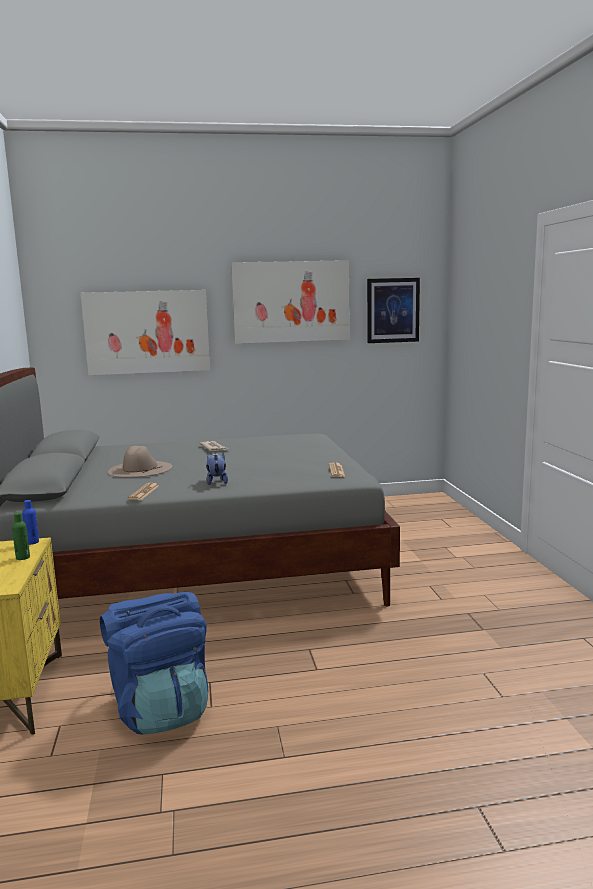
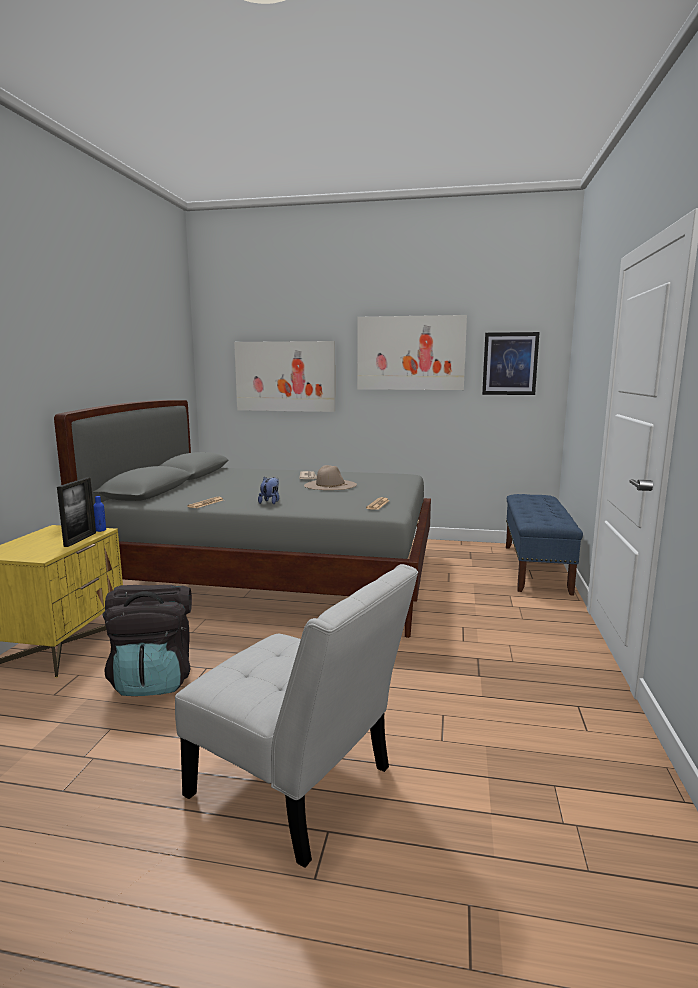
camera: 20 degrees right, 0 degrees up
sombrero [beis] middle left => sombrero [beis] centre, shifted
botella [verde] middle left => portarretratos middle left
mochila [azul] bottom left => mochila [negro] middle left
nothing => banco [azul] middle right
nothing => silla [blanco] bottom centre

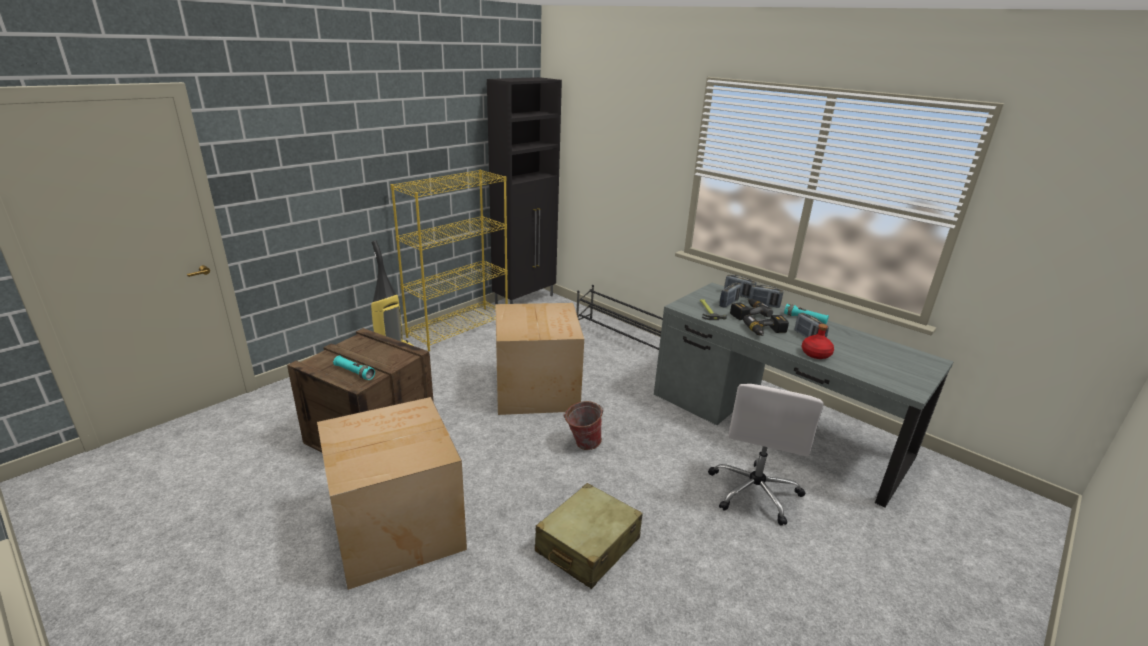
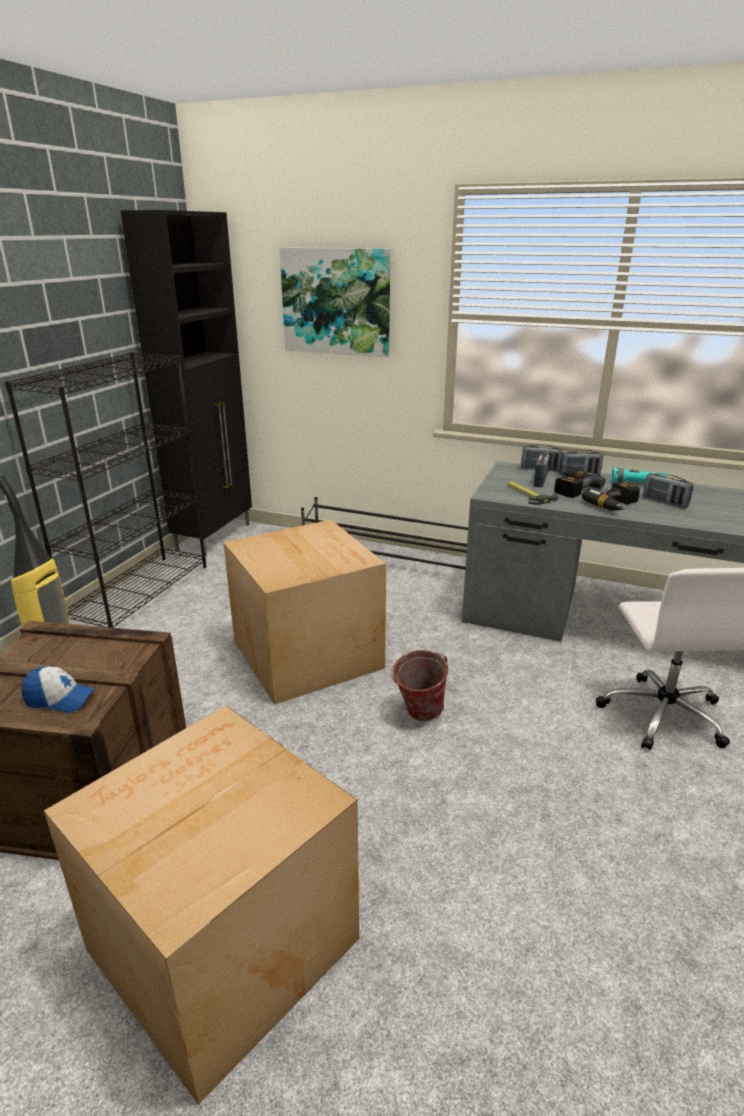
camera: 20 degrees left, 0 degrees up
estantería [amarillo] centre => estantería [negro] middle left
botella [rojo] middle right => nothing
linterna [turquesa] (no. 1 from left) middle left => gorra middle left
maleta [beis] bottom centre => nothing
nothing => cuadro top centre

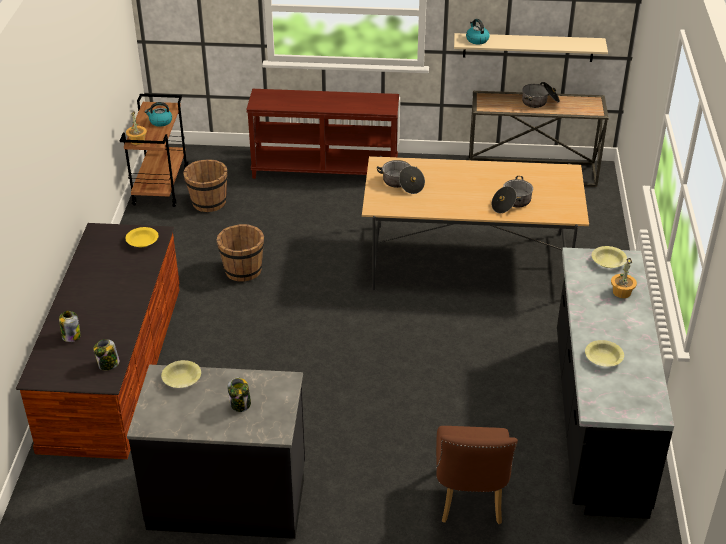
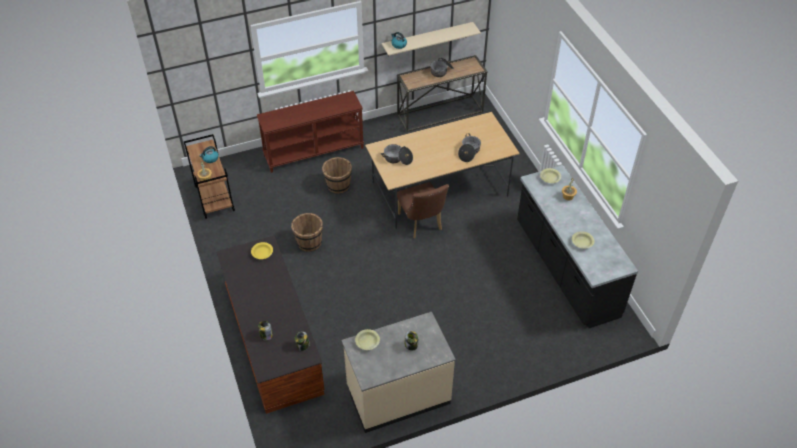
camera: 25 degrees left, 10 degrees up
cubo [marrón] (no. 1 from left in the first image) middle left => cubo [marrón] (no. 2 from left) centre, shifted
mueble bajo de cocina [negro] (no. 1 from left) bottom left => mueble bajo de cocina [beis] bottom centre
silla [marrón] bottom centre => silla [marrón] centre, shifted

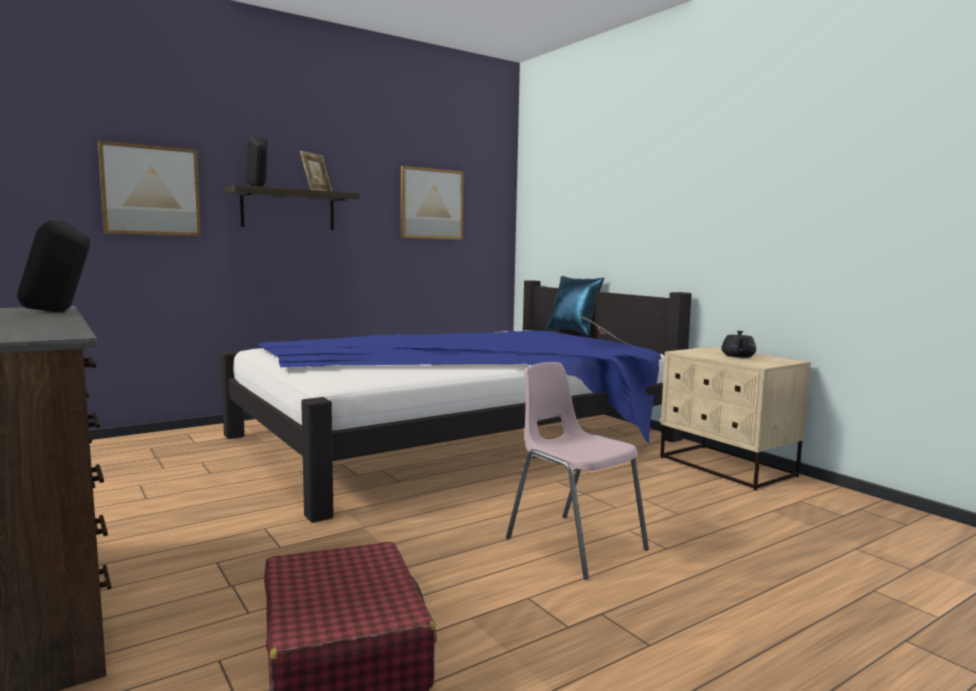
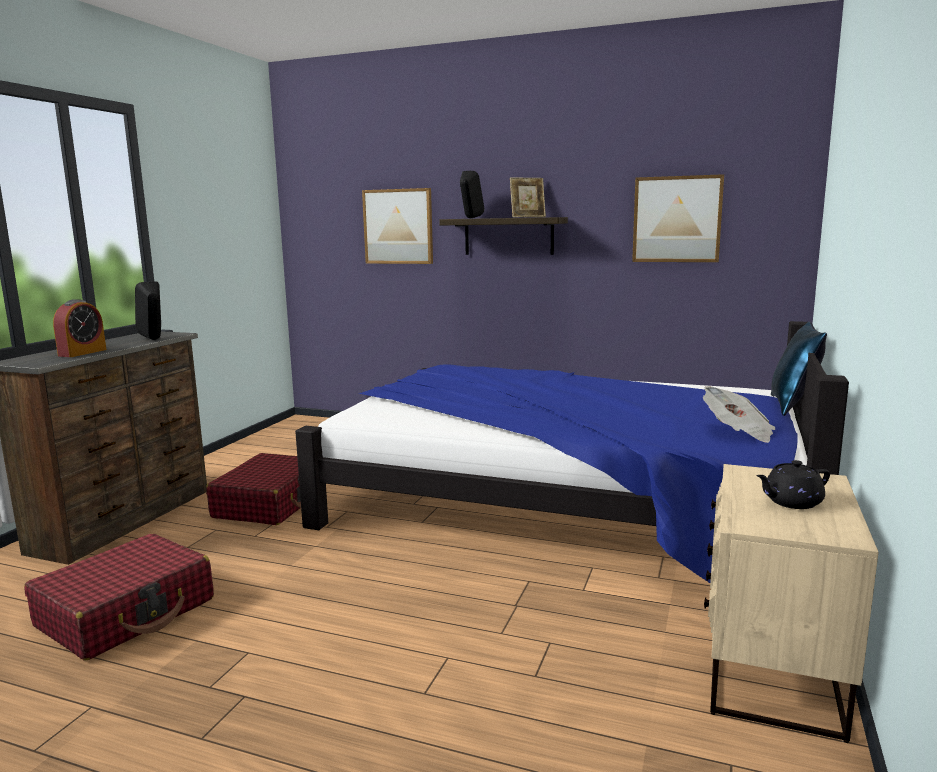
camera: 55 degrees right, 5 degrees up
silla [rosa] bottom centre => nothing
nothing => despertador middle left
nothing => maleta [rojo] (no. 2 from left) middle left

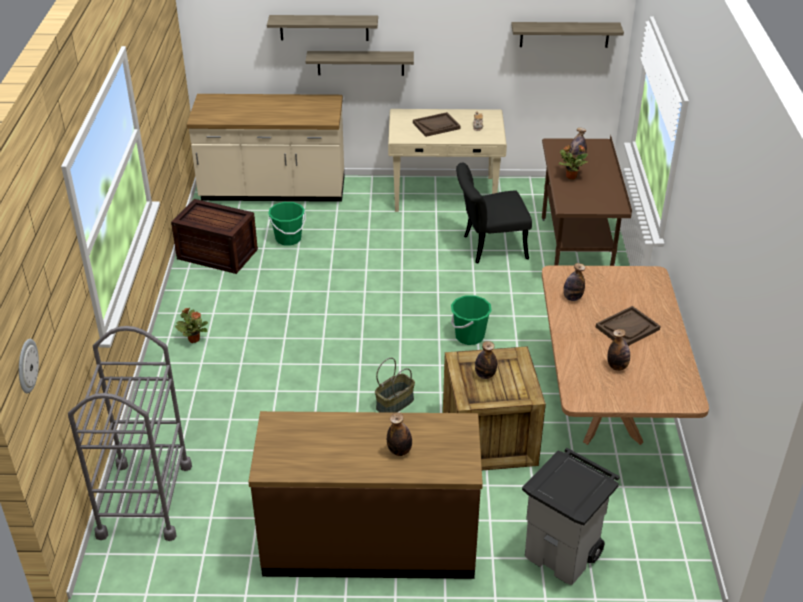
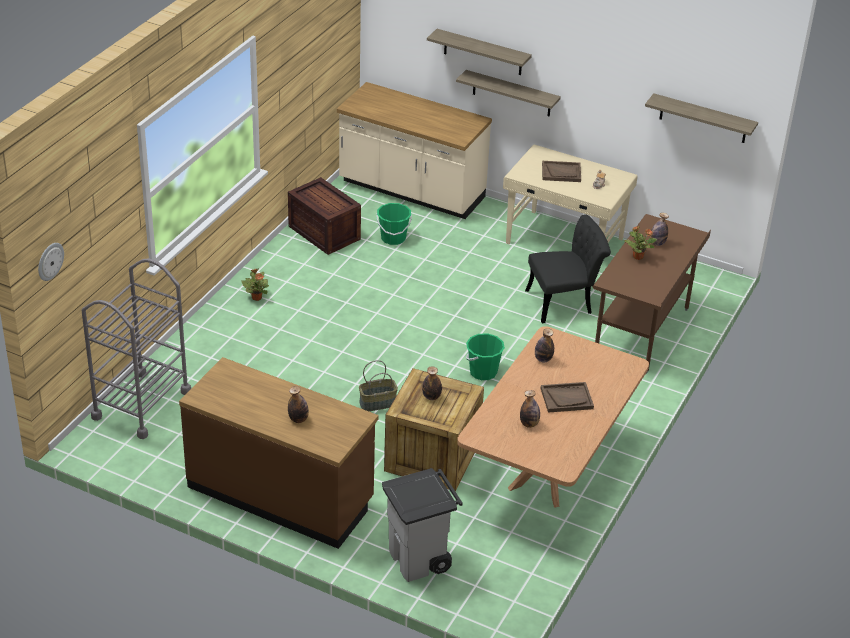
camera: 25 degrees right, 0 degrees up
silla [negro] centre => silla [negro] middle right, 150 degrees clockwise

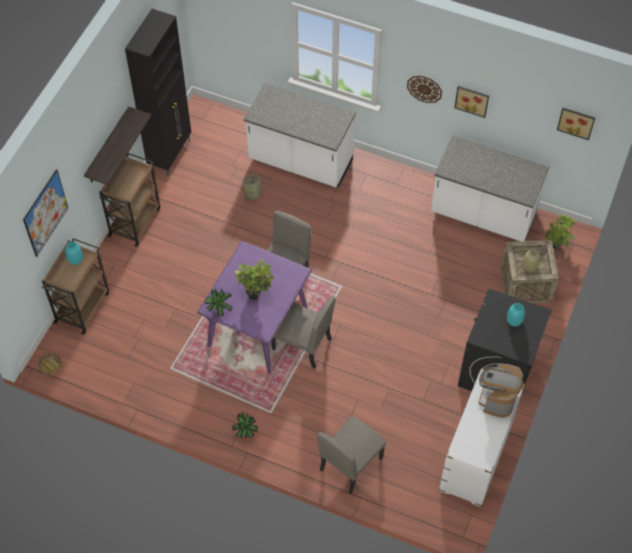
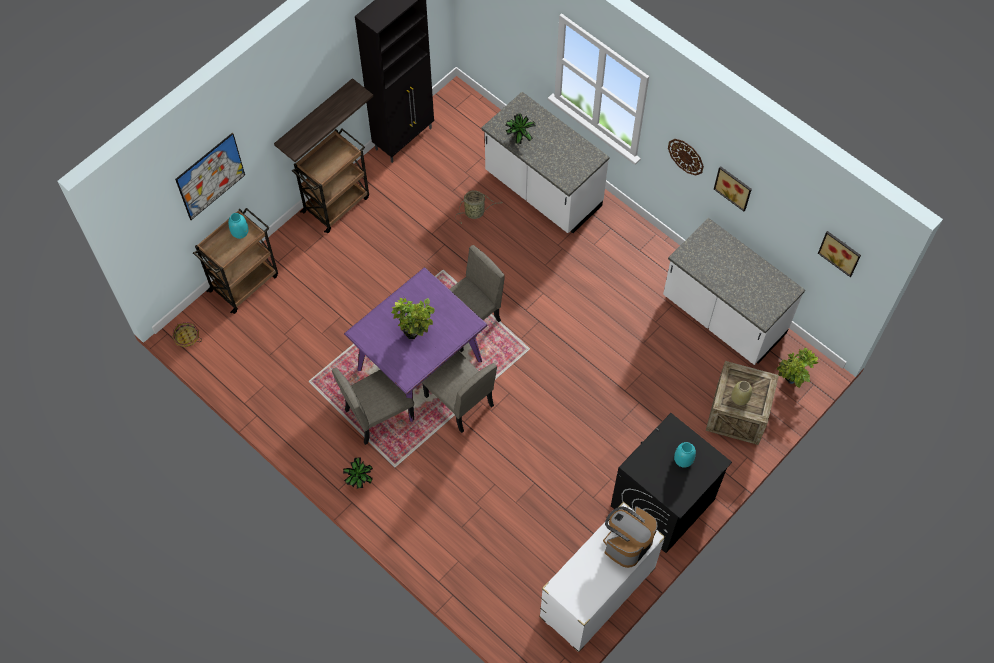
camera: 20 degrees right, 5 degrees up
planta en maceta (no. 1 from left in the first image) centre => planta en maceta (no. 3 from left) top centre, shifted
silla [beis] (no. 3 from left in the first image) bottom centre => silla [beis] (no. 1 from left) centre, shifted

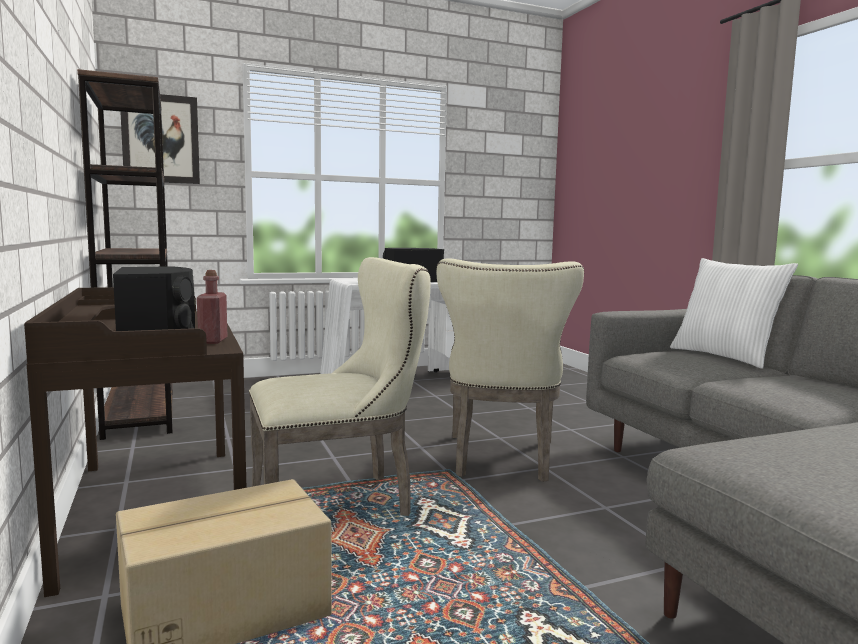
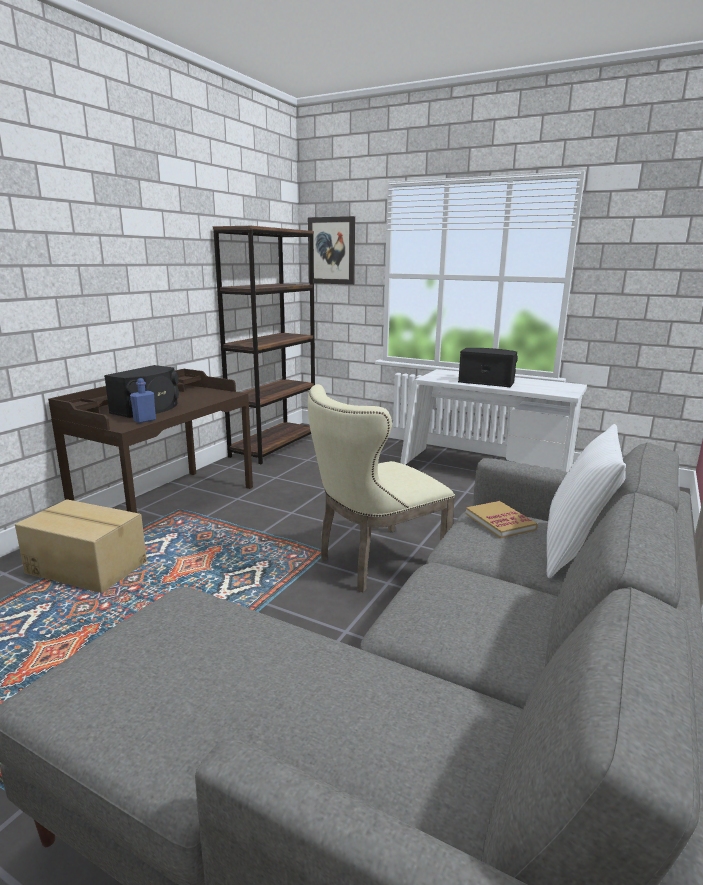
camera: 50 degrees right, 10 degrees up
silla [beis] (no. 1 from left) centre => nothing
botella [rojo] middle left => botella [azul] middle left
nothing => libro middle right

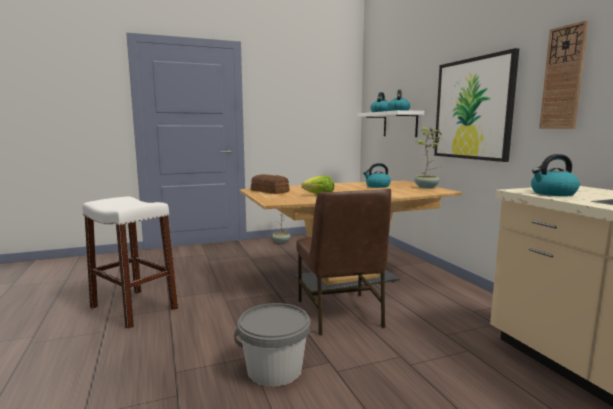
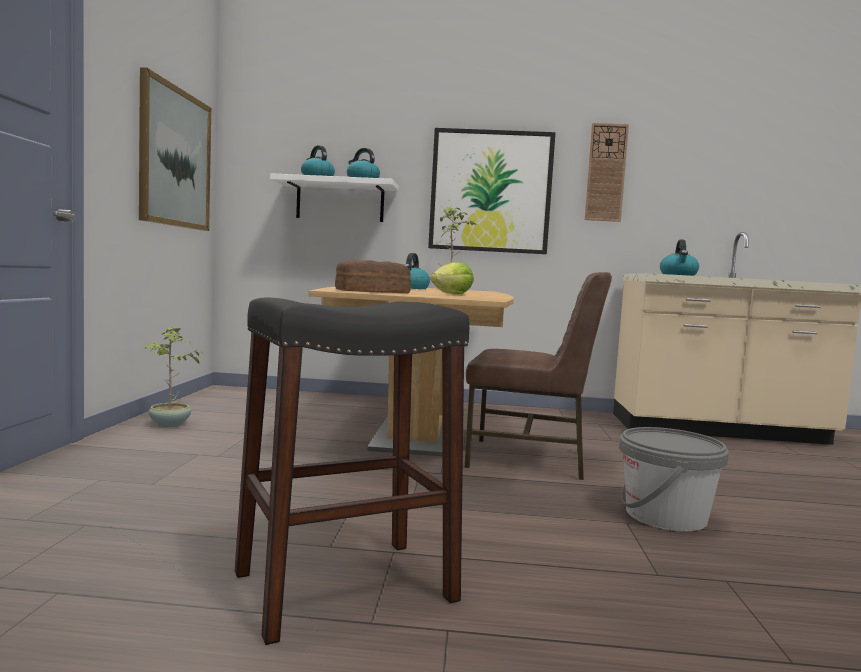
camera: 65 degrees left, 5 degrees down
taburete [blanco] middle left => taburete [negro] bottom centre
nothing => cuadro (no. 1 from left) top left

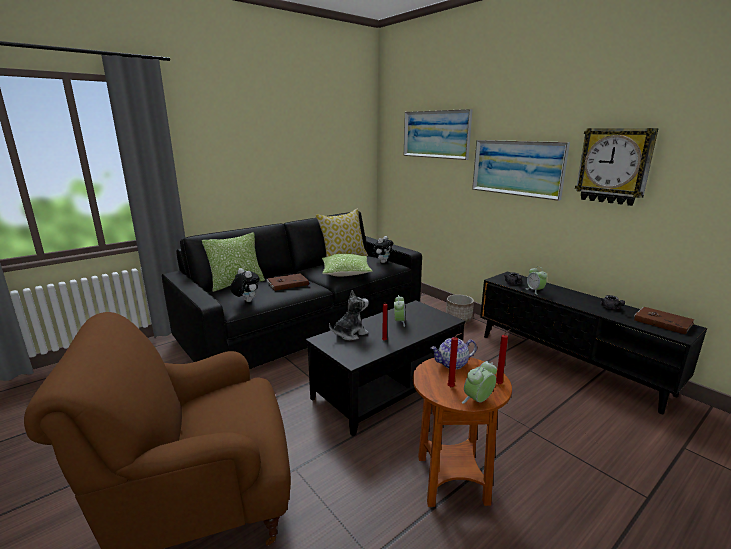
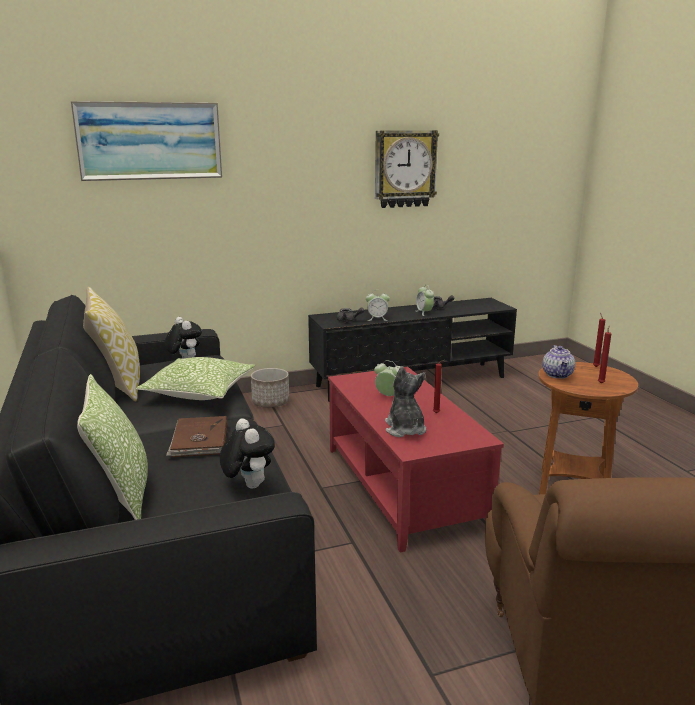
camera: 70 degrees left, 0 degrees up
cuadro (no. 2 from left) top right => nothing
peluche (no. 1 from left in the first image) centre => peluche (no. 2 from left) centre, 90 degrees clockwise
mesa de centro [negro] bottom centre => mesa de centro [rojo] centre
libro [marrón] (no. 2 from left) middle right => nothing
despertador (no. 2 from left in the first image) bottom centre => despertador (no. 3 from left) centre, shifted

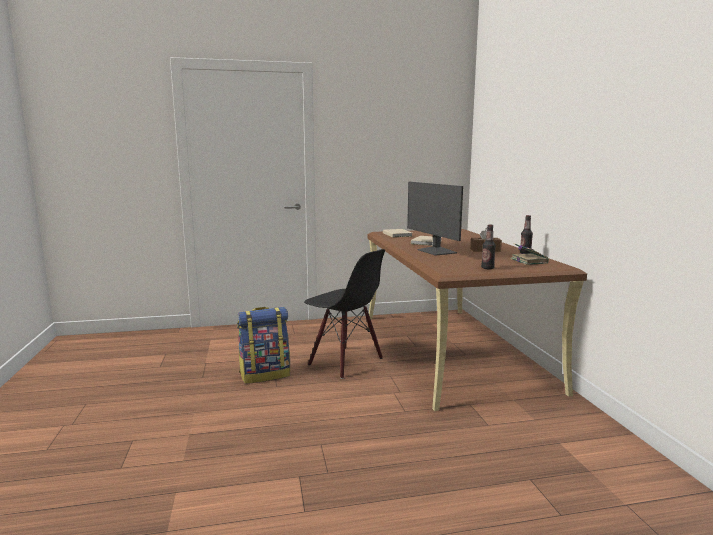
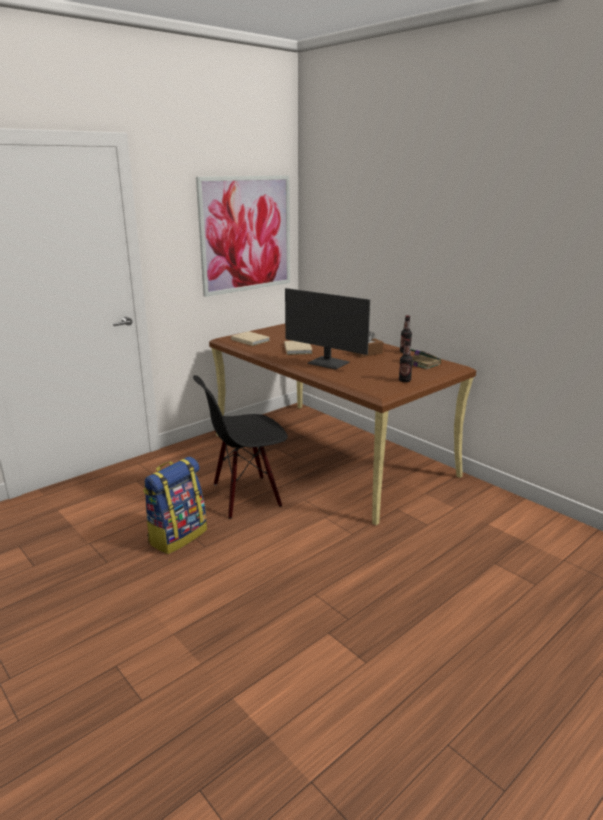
camera: 30 degrees left, 10 degrees up
silla [negro] centre, 150 degrees clockwise
nothing => cuadro top centre

